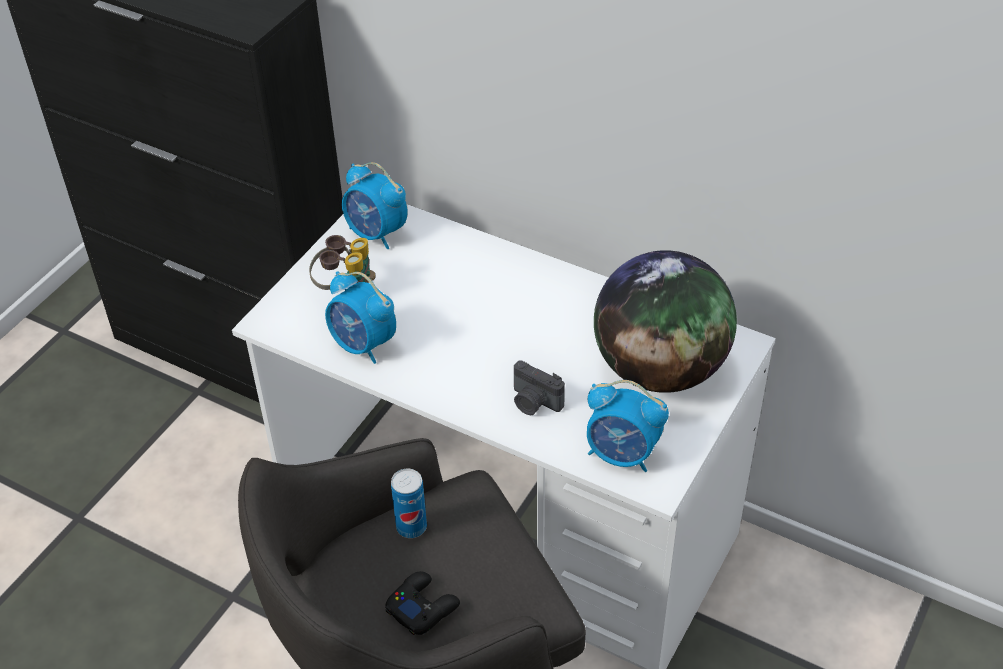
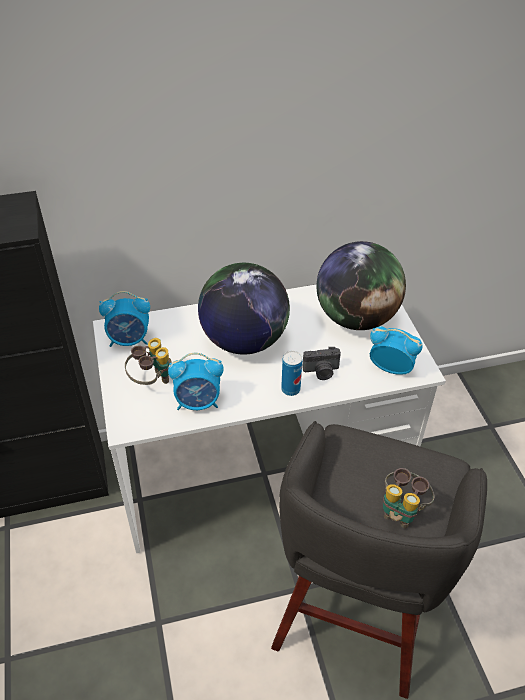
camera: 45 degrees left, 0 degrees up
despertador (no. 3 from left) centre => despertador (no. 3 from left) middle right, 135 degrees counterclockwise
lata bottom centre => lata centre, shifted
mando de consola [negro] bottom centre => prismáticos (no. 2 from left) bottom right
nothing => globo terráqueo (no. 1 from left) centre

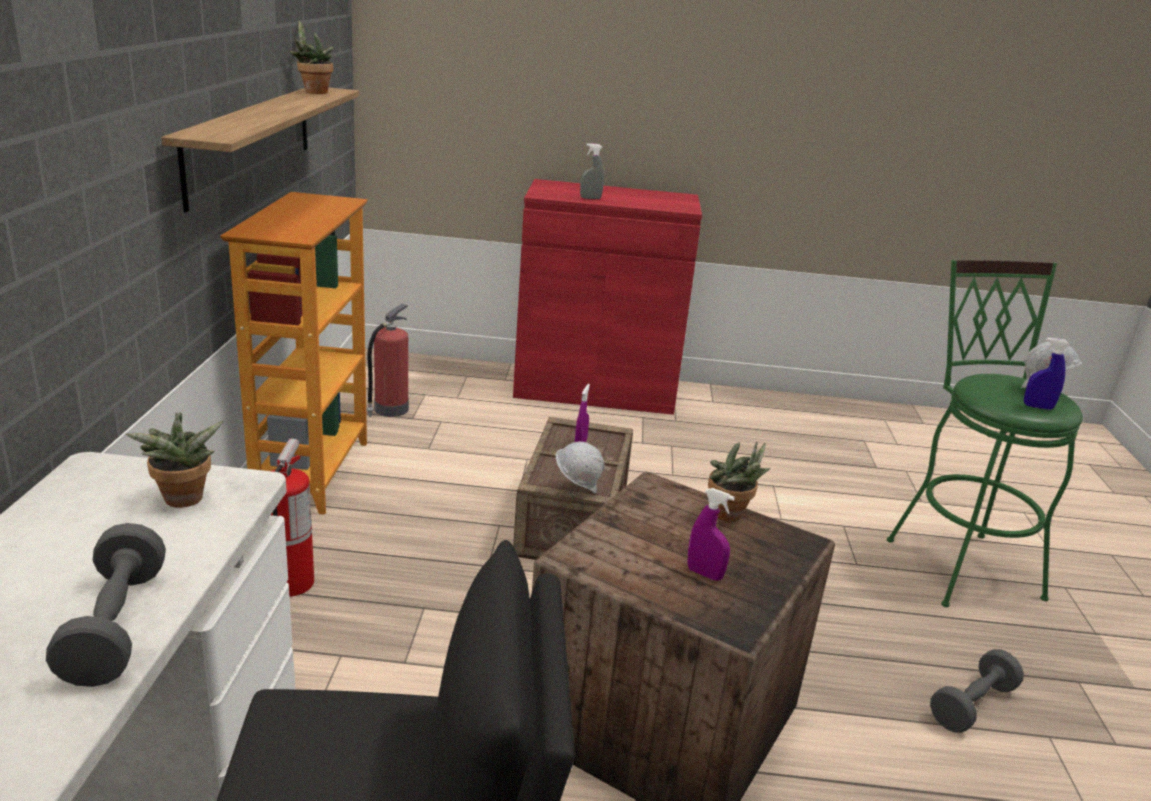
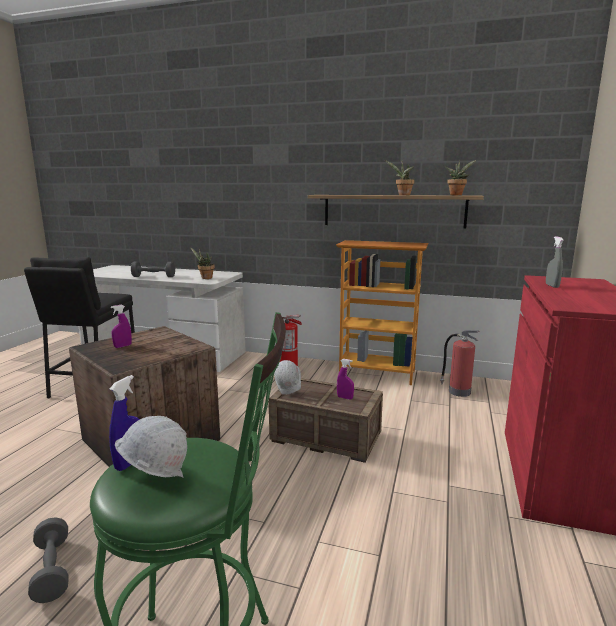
camera: 105 degrees right, 10 degrees down
planta en maceta (no. 3 from left in the first image) centre => planta en maceta (no. 2 from left) top centre, shifted

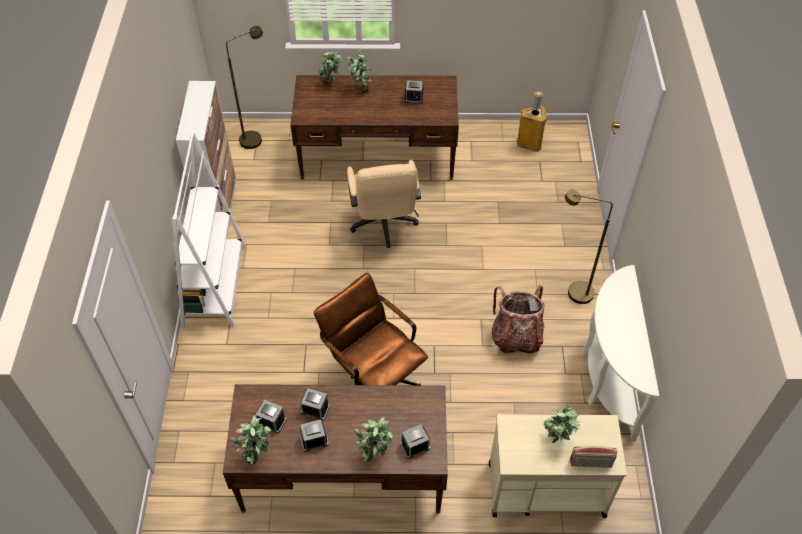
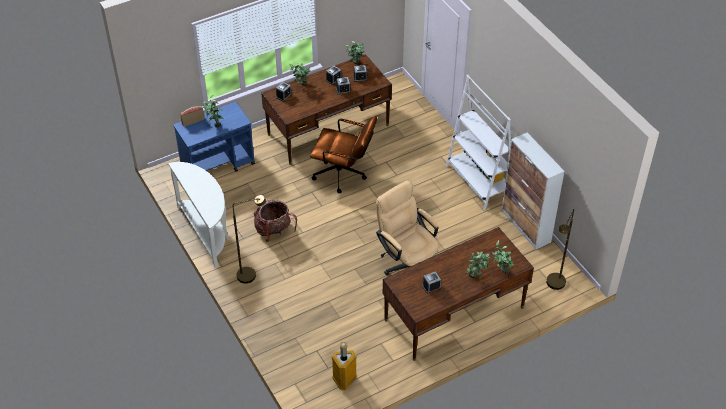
camera: 150 degrees right, 5 degrees down
carrito [beis] bottom right => carrito [azul] middle left

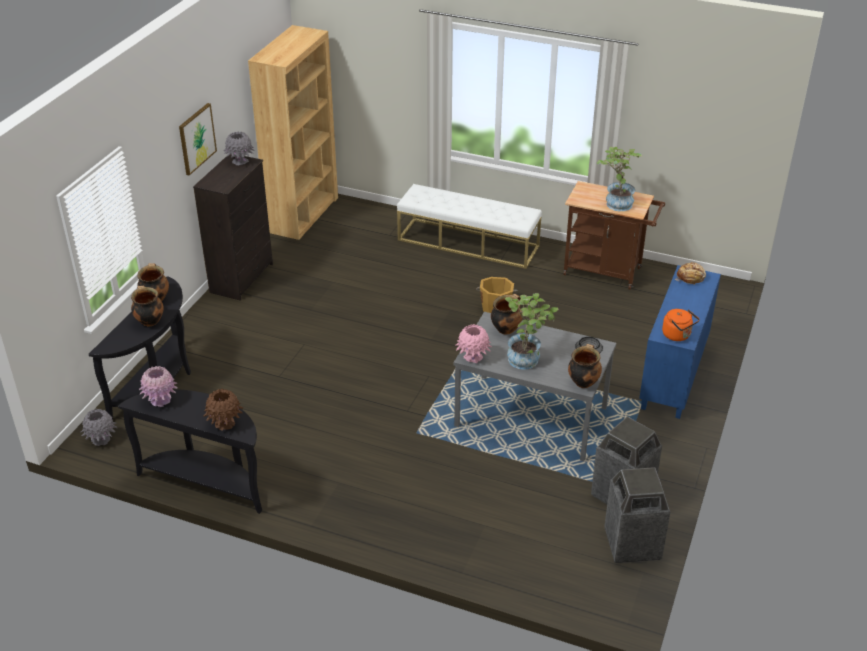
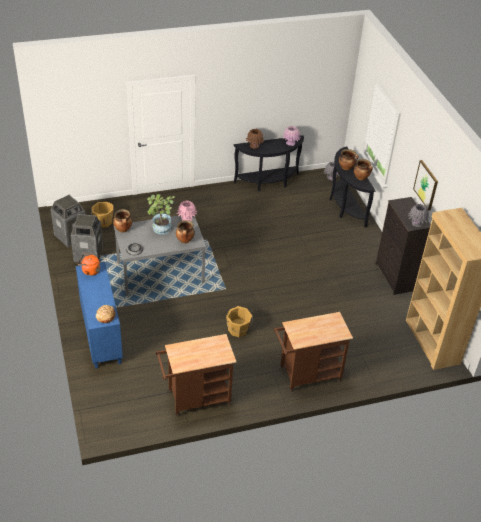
camera: 140 degrees right, 5 degrees up
planta en maceta (no. 2 from left) top right => nothing
banco [blanco] centre => carrito [marrón] (no. 2 from left) bottom centre
nothing => cubo [naranja] (no. 1 from left) middle left

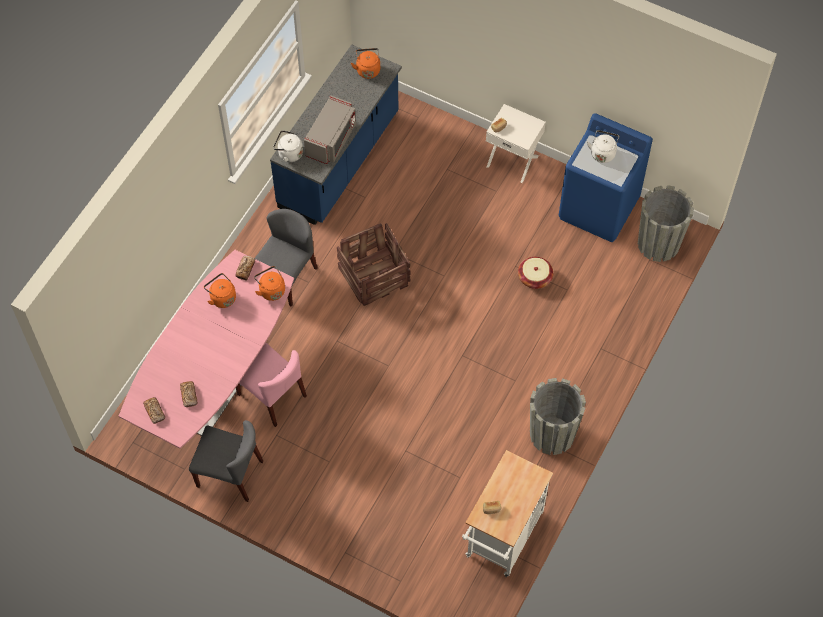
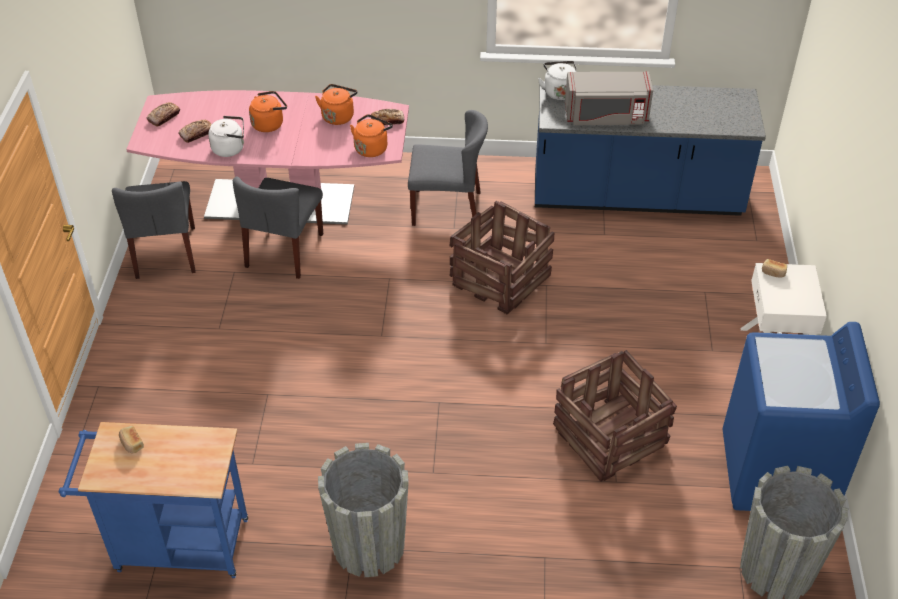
camera: 65 degrees right, 15 degrees down
hervidor [naranja] (no. 3 from left in the first image) top centre => hervidor [naranja] (no. 1 from left) top left, shifted
hervidor [blanco] (no. 2 from left in the first image) top right => hervidor [blanco] (no. 1 from left) top left, shifted
cesta centre => caja de embalaje (no. 2 from left) bottom right
silla [rosa] middle left => silla [gris] (no. 2 from left) middle left
carrito [blanco] bottom centre => carrito [azul] bottom left

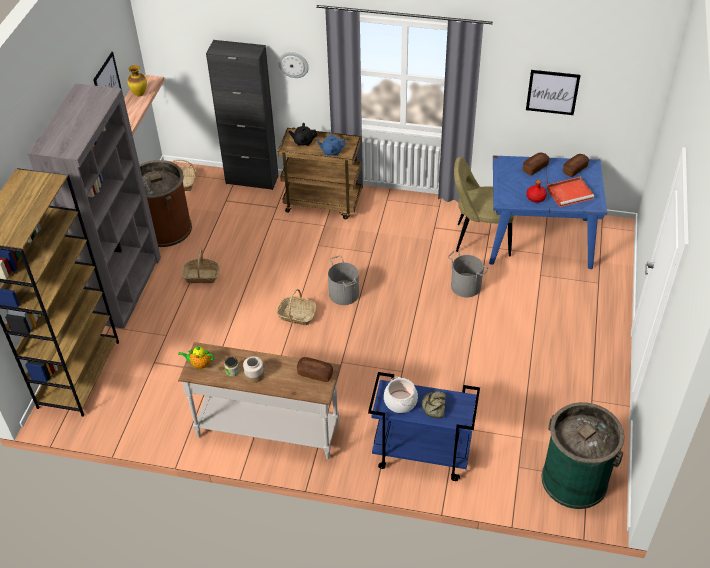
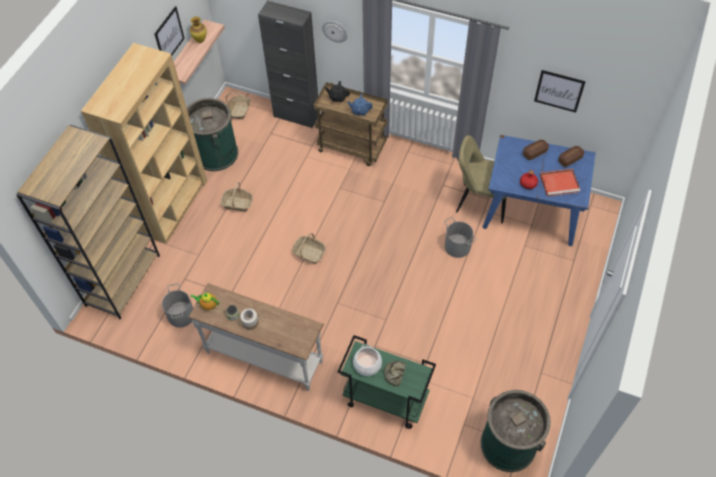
camera: 10 degrees right, 10 degrees up
estantería [gris] middle left => estantería [marrón] (no. 2 from left) top left
papelera [marrón] middle left => papelera [verde] (no. 1 from left) top left
cubo [gris] (no. 1 from left) centre => cubo [gris] (no. 1 from left) middle left, shifted
pan (no. 1 from left) centre => nothing
carrito [azul] bottom centre => carrito [verde] bottom centre

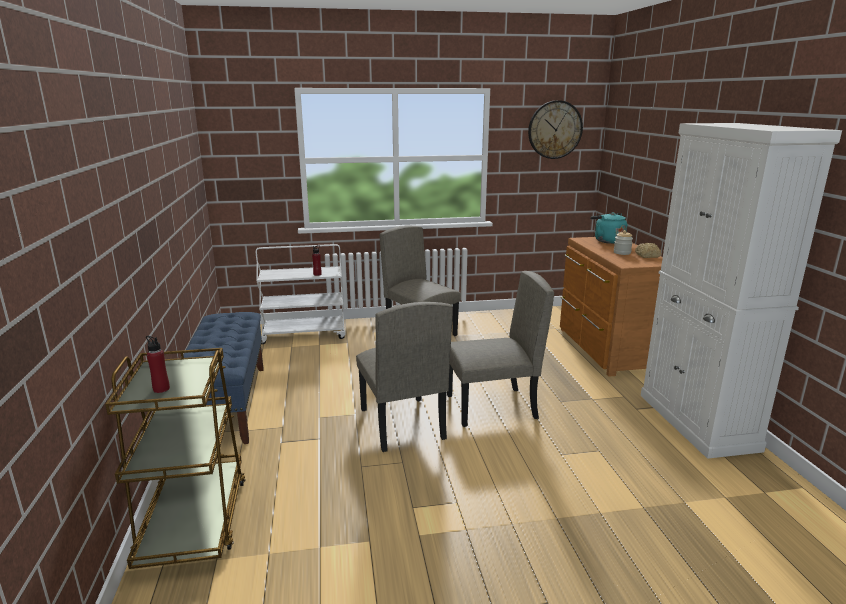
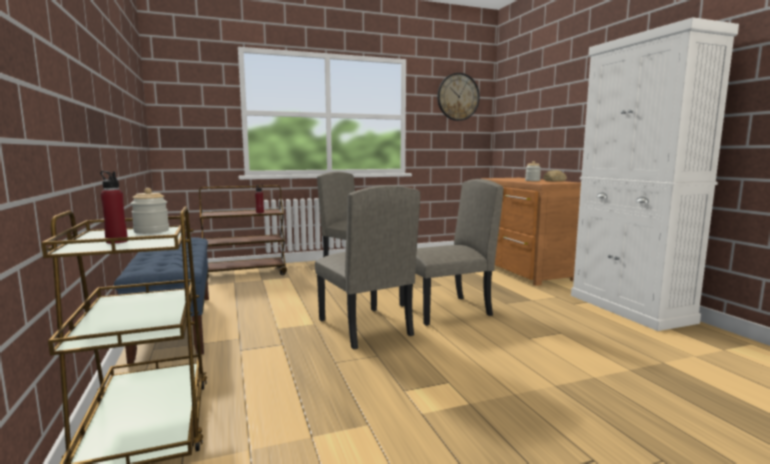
camera: 10 degrees left, 10 degrees down
hervidor [turquesa] middle right => nothing
carrito [blanco] centre => carrito [marrón] (no. 2 from left) middle left
nothing => tarro (no. 1 from left) middle left

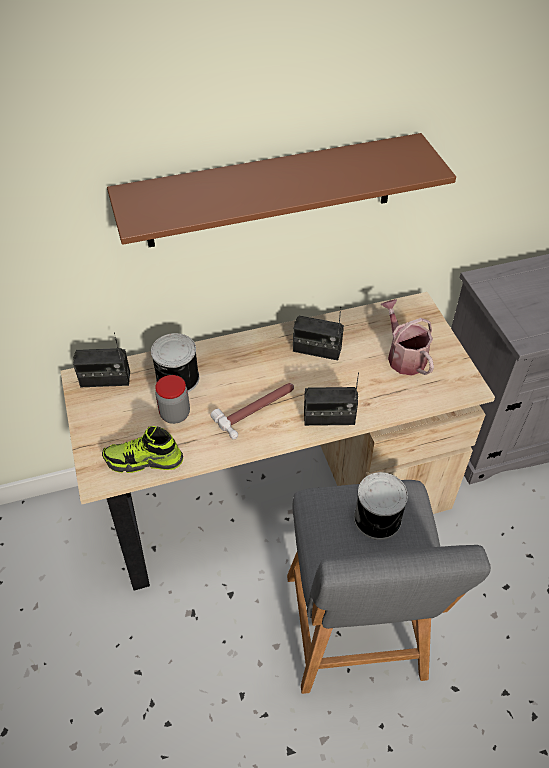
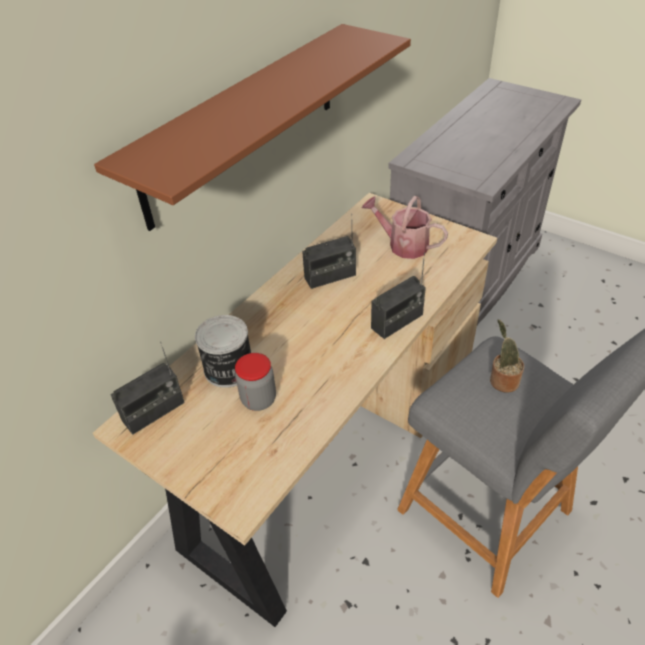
camera: 35 degrees left, 5 degrees down
martillo centre => nothing
zapato middle left => nothing
lata (no. 2 from left) middle right => planta en maceta middle right

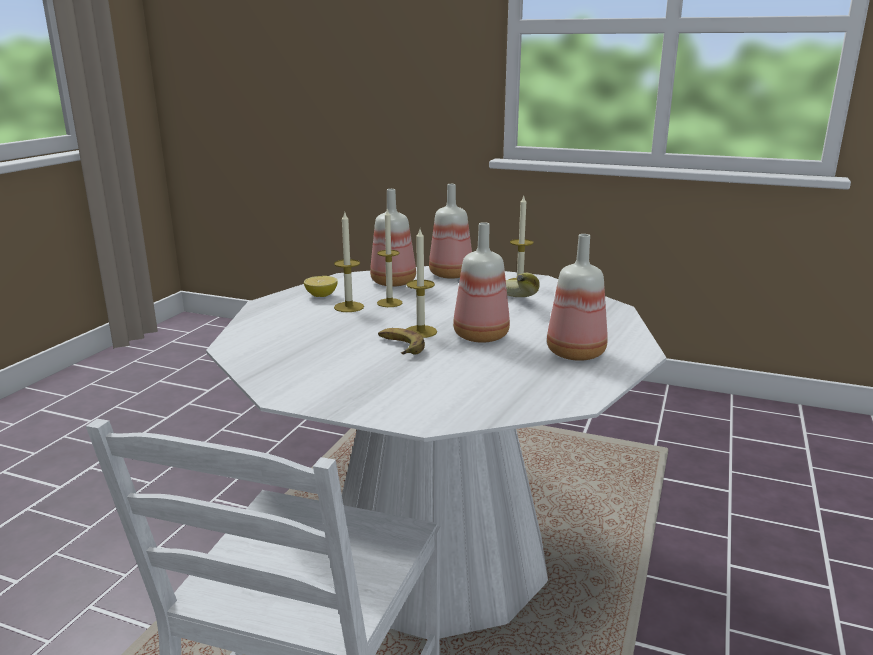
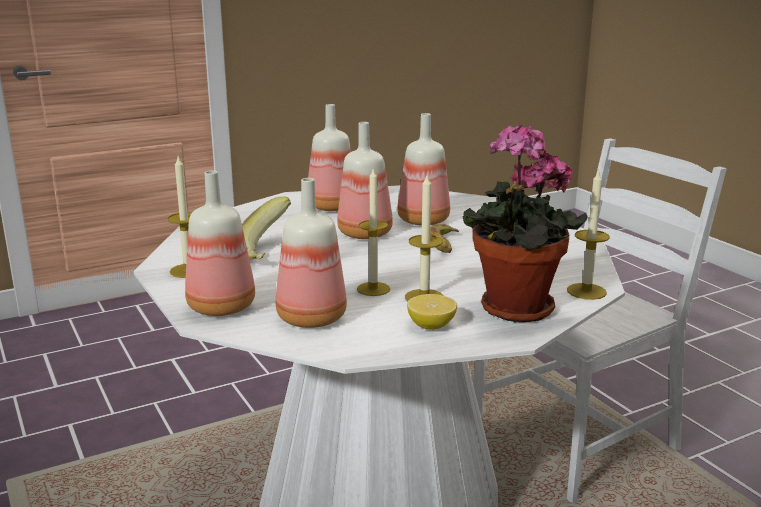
camera: 140 degrees left, 0 degrees up
vela (no. 3 from left in the first image) centre => vela (no. 4 from left) middle right, shifted
nothing => botella (no. 5 from left) centre
nothing => planta en maceta middle right

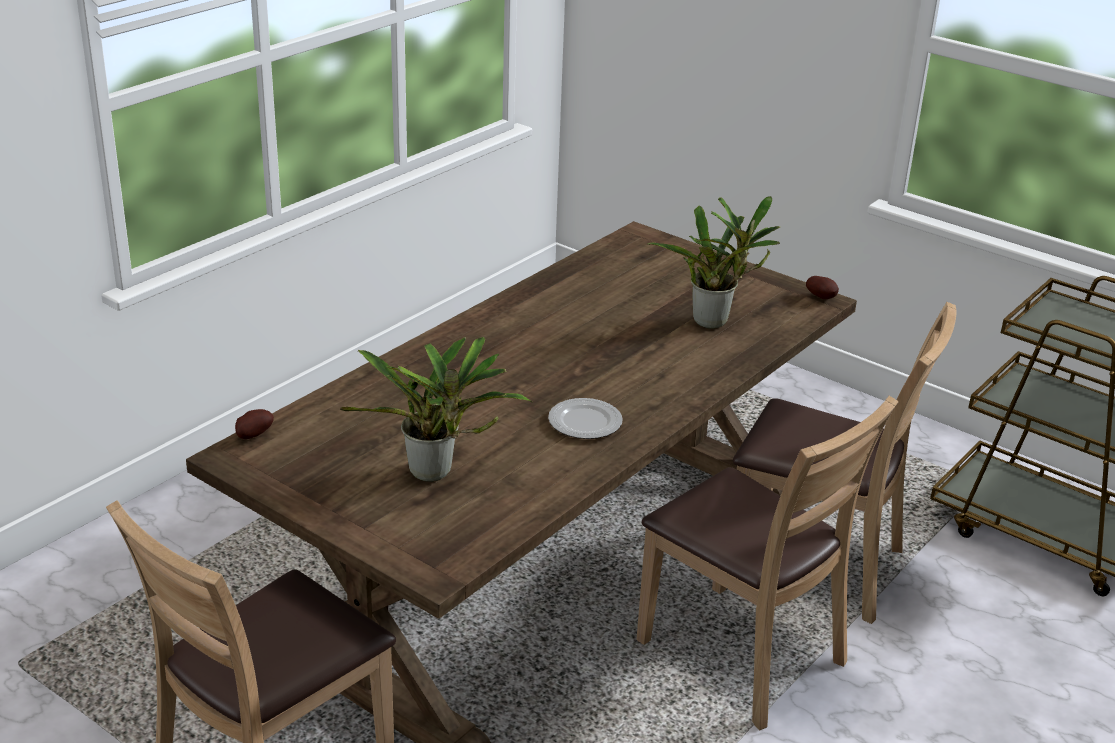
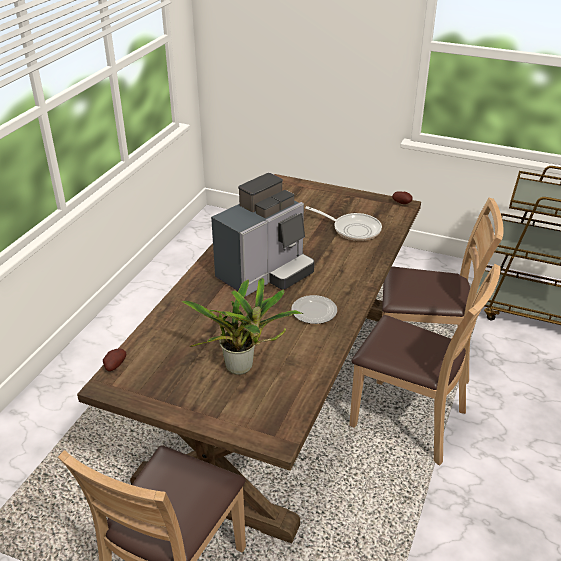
camera: 15 degrees left, 5 degrees up
planta en maceta (no. 2 from left) centre => sartén centre
nothing => cafetera centre

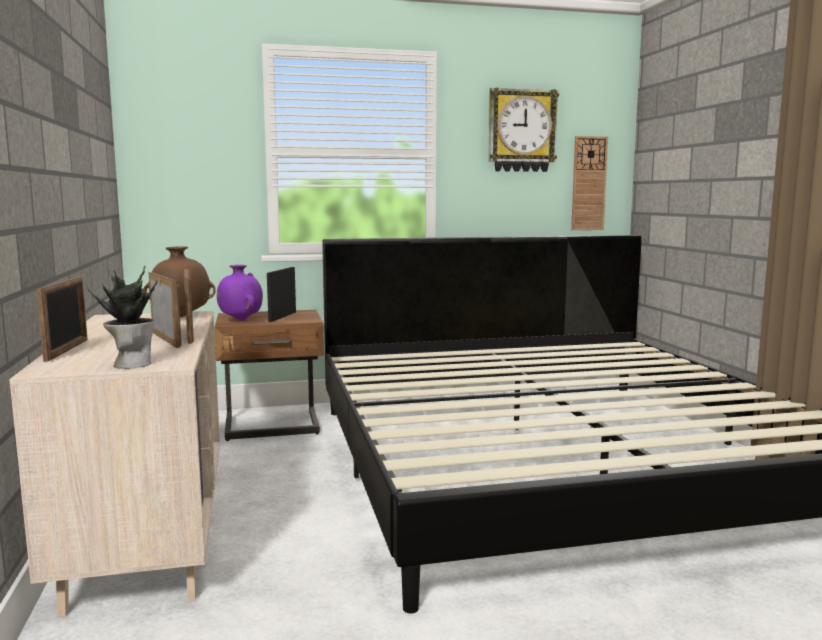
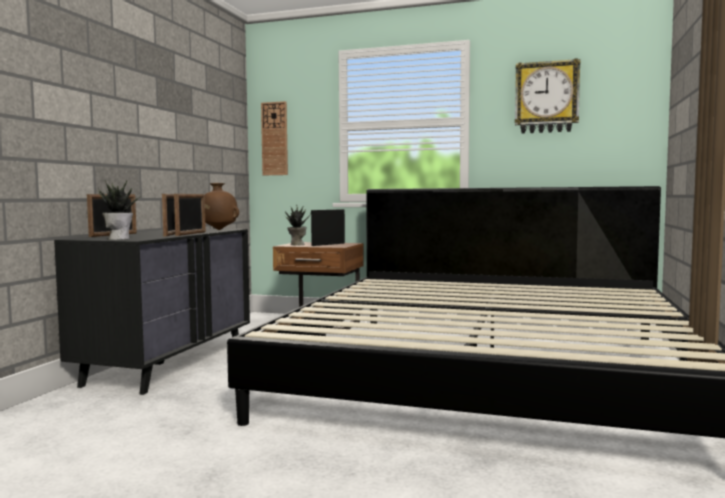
camera: 30 degrees right, 5 degrees down
reloj de pared (no. 2 from left in the first image) top right => reloj de pared (no. 1 from left) top centre, shifted
florero [morado] middle left => planta en maceta (no. 2 from left) centre
cómoda [beis] bottom left => cómoda [negro] middle left

